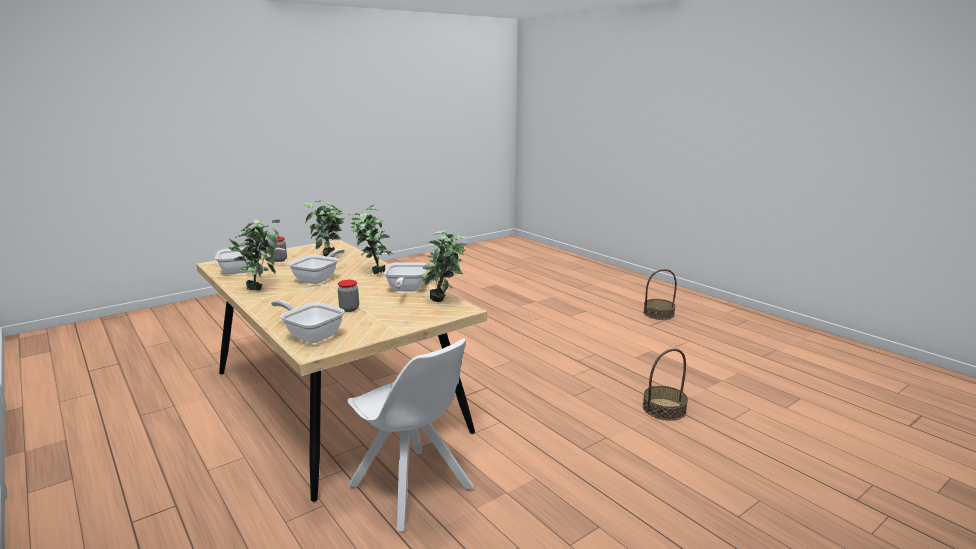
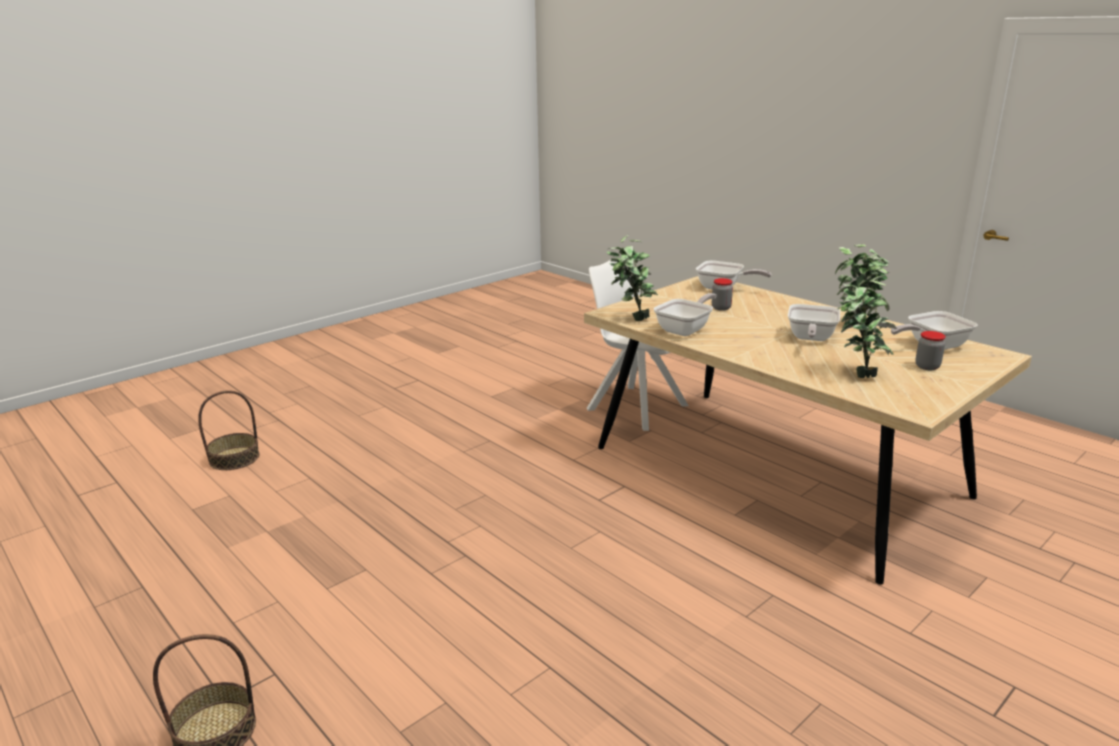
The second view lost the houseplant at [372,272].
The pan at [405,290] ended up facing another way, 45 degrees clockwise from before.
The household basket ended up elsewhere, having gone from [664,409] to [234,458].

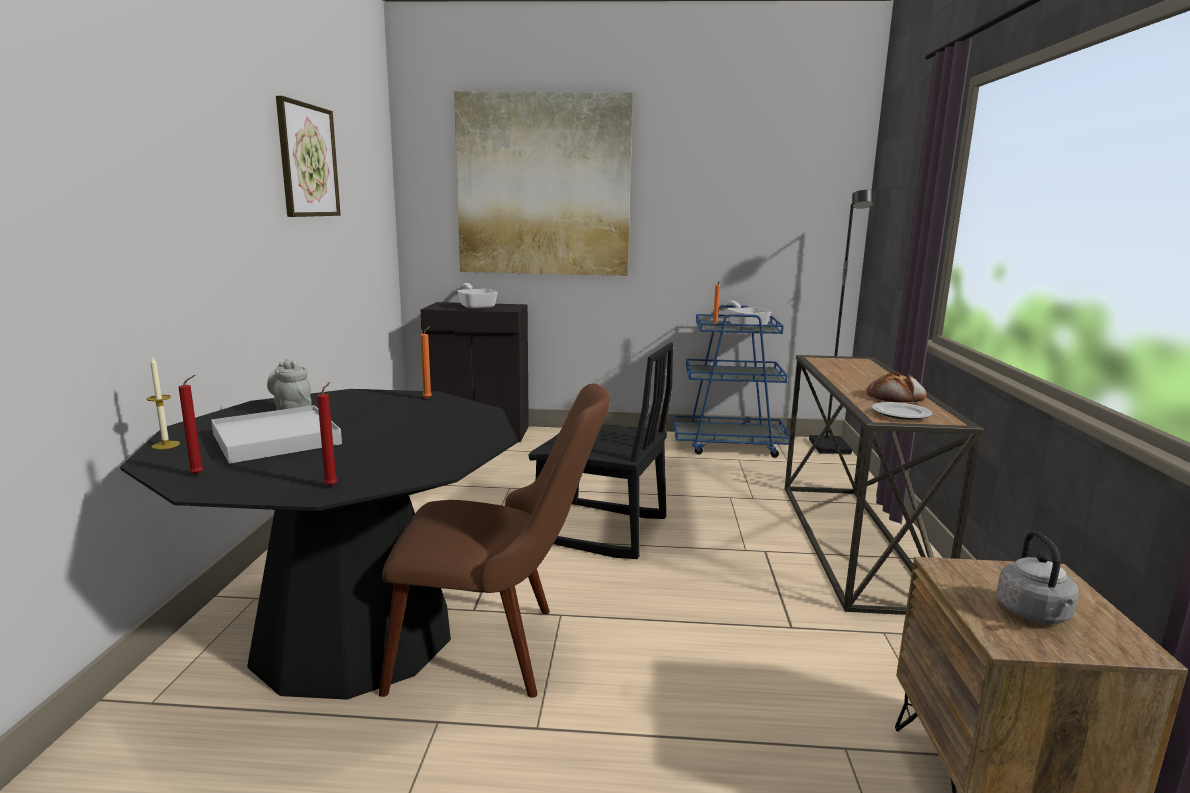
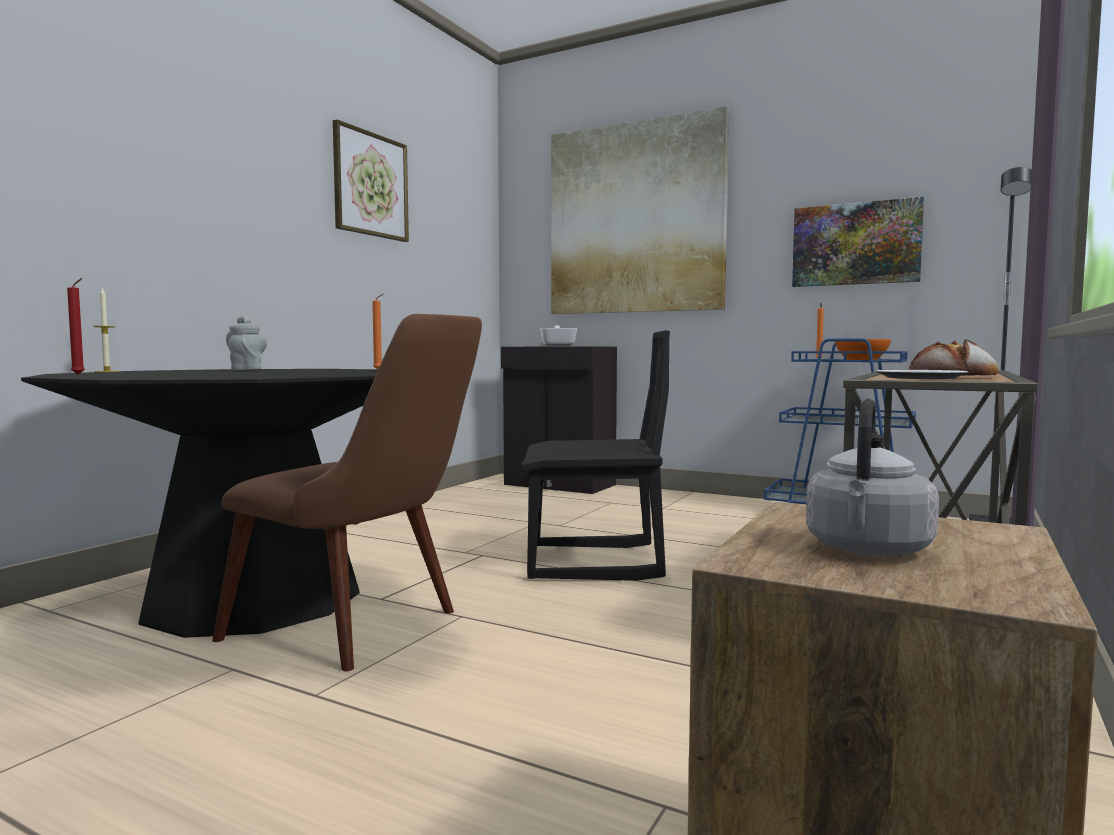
Where the pan stood at [745,326], the orange-coloured deep dish came to stand at [862,359].
The black upright chair at [601,531] ended up facing another way, 45 degrees counterclockwise from before.
The second view lost the reddish candle at [332,485].
The second view lost the white tray at [276,439].
The second view gained the wall art at [855,244].

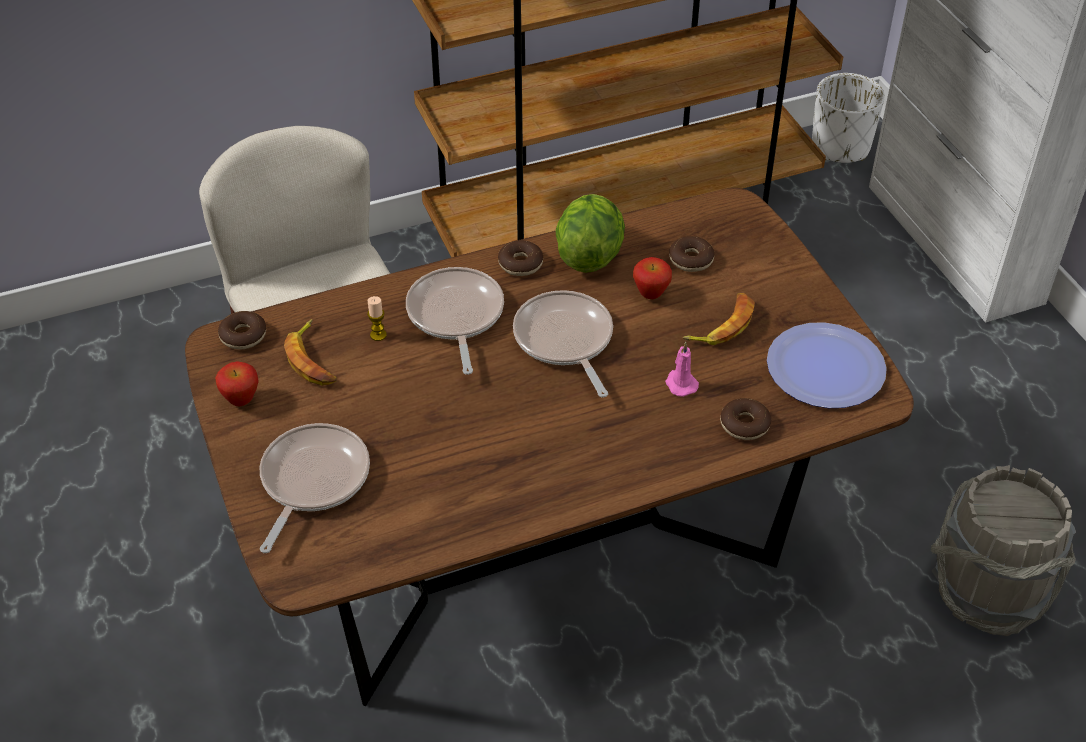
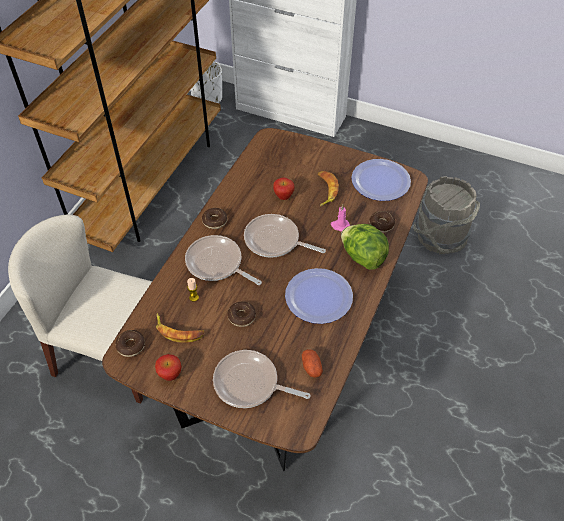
The lettuce head ended up elsewhere, having gone from [589,255] to [362,257].
The donut ended up elsewhere, having gone from [691,260] to [242,317].
The pan at [312,481] ended up facing another way, 45 degrees counterclockwise from before.
The second view gained the dinner plate at [319,297].
The second view gained the whole potato at [311,367].

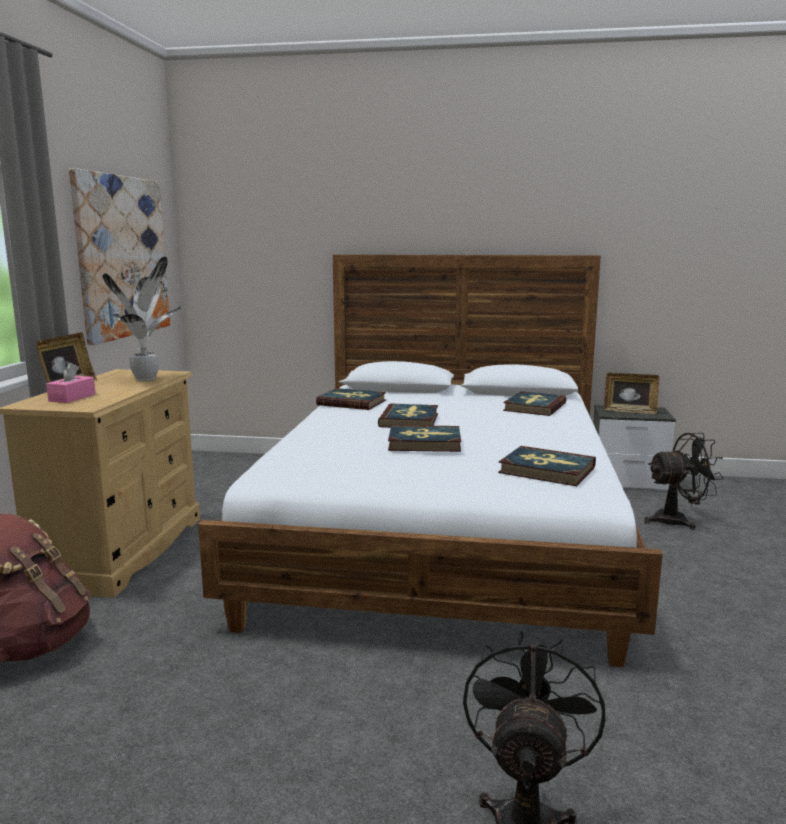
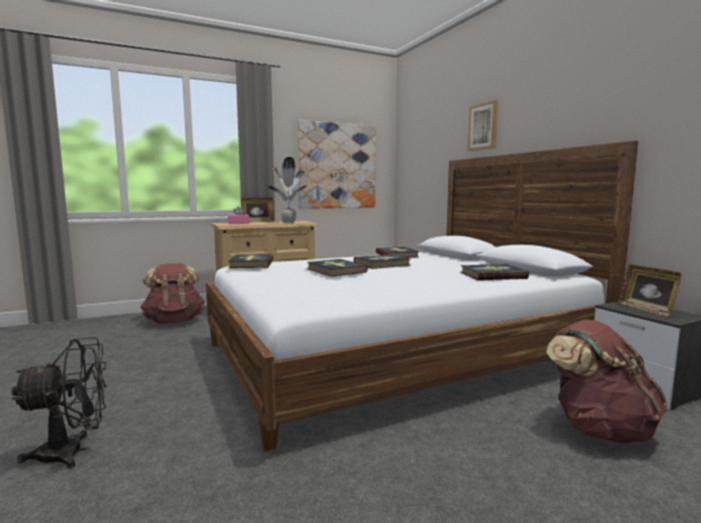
Where the black electric fan stood at [678,520], the brownish rucksack came to stand at [599,429].
The bound book ended up elsewhere, having gone from [546,470] to [251,264].
The second view gained the wall art at [483,126].

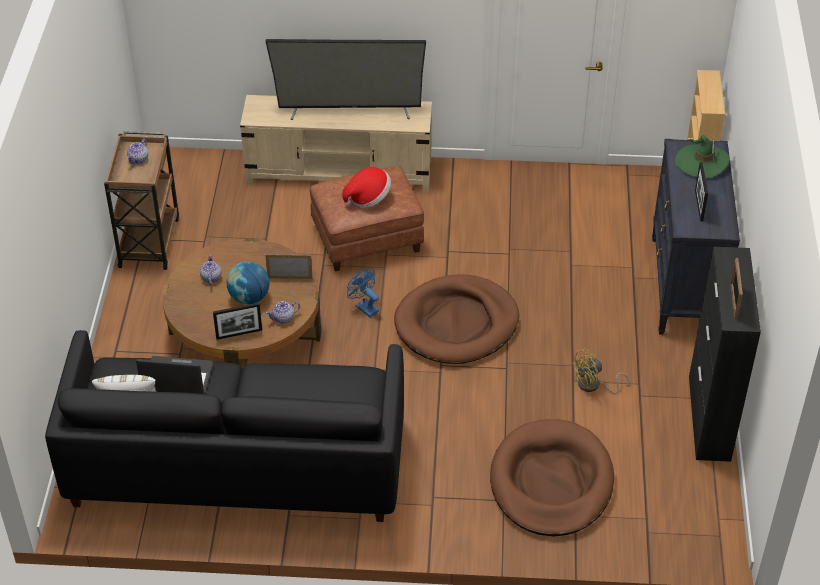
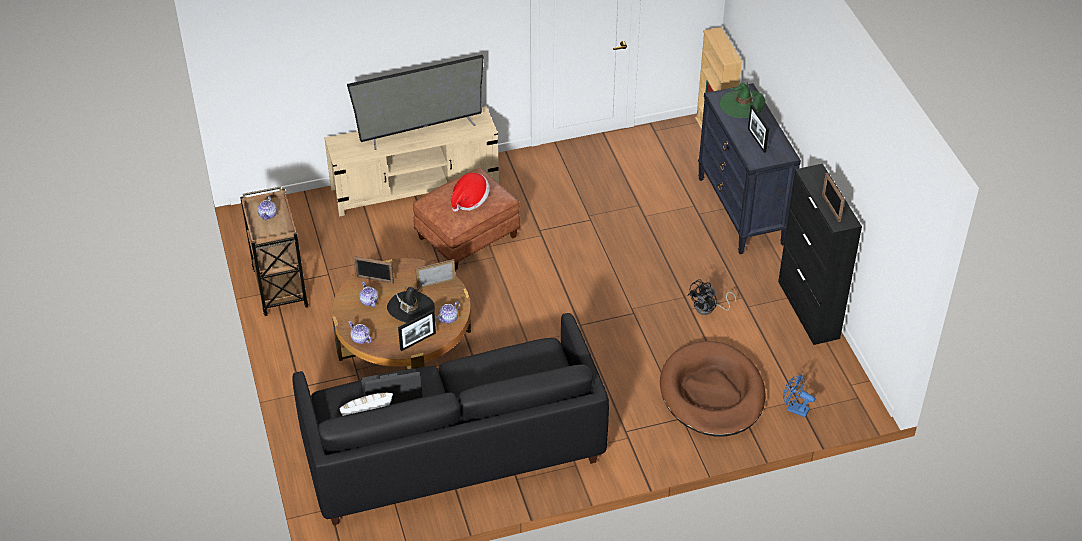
Where the world globe stood at [249,297], the black wearable hat came to stand at [411,309].
The blue-coloured electric fan ended up elsewhere, having gone from [364,307] to [794,409].
The second view lost the brownish dog cushion at [456,323].
What was the yellowish electric fan at [593,386] turned into the black electric fan at [708,309].
The second view gained the photo frame at [374,280].
The second view gained the teapot at [360,339].

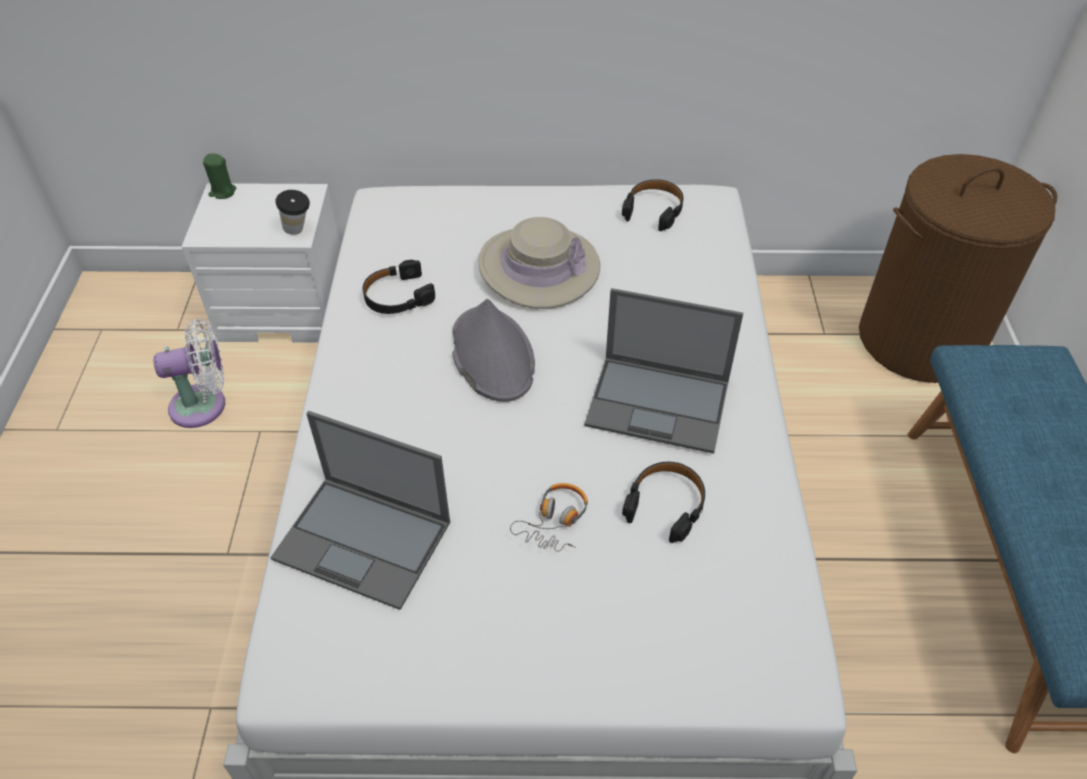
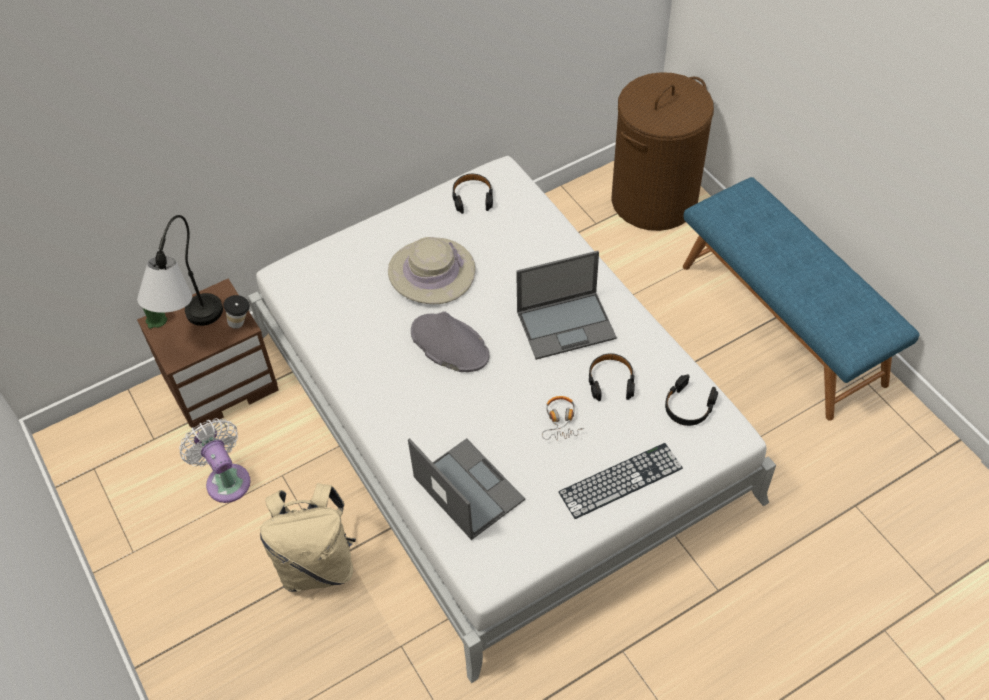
What was the white night table at [286,308] turned into the brownish night table at [222,383].
The black pair of headphones ended up elsewhere, having gone from [397,296] to [688,406].
The white electric fan at [204,405] ended up facing another way, 75 degrees counterclockwise from before.
The portable computer at [365,541] ended up facing another way, 120 degrees counterclockwise from before.
The second view gained the table lamp at [191,330].
The second view gained the keyboard at [620,480].
The second view gained the beige rucksack at [317,564].

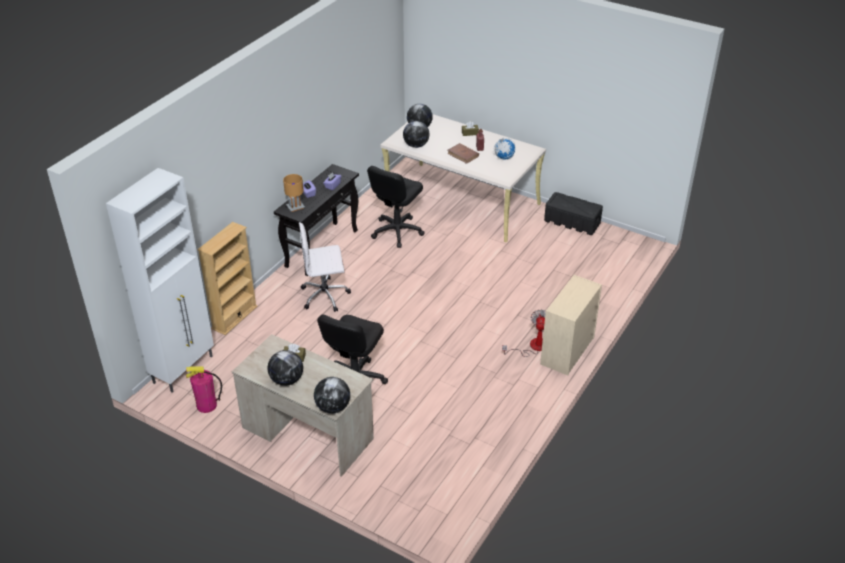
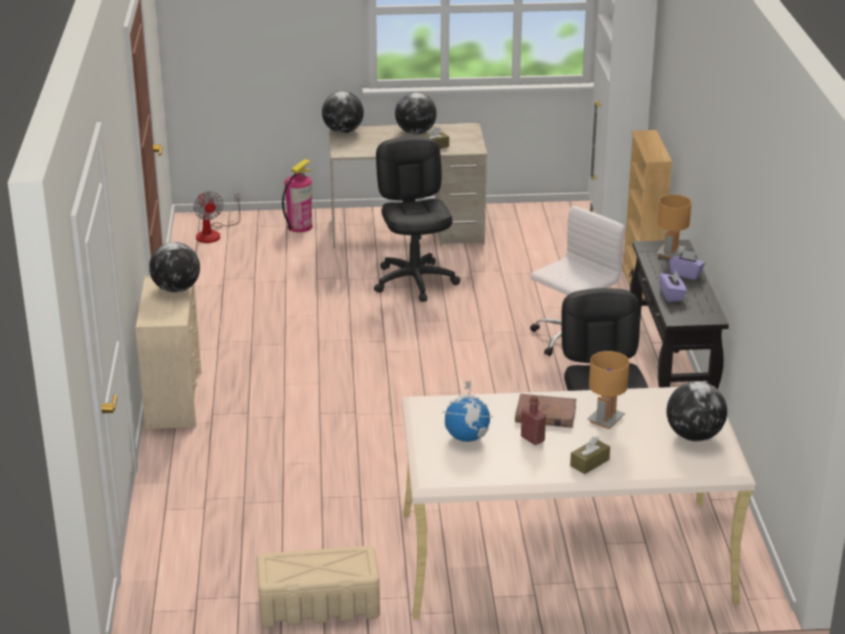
The world globe ended up elsewhere, having gone from [416,145] to [176,289].
What was the black storage box at [571,222] turned into the beige storage box at [319,605].
The electric fan ended up elsewhere, having gone from [532,347] to [213,233].
The fire extinguisher ended up elsewhere, having gone from [206,405] to [299,226].
The second view gained the brownish table lamp at [605,419].

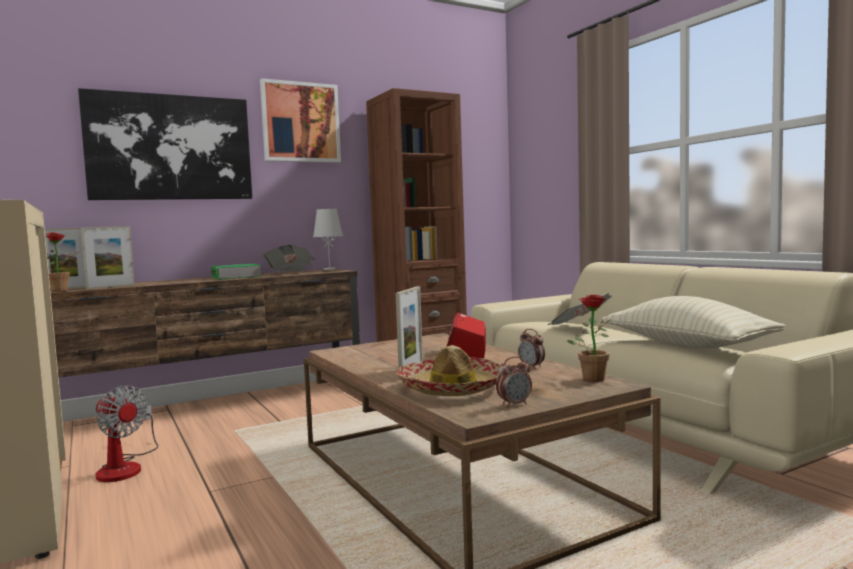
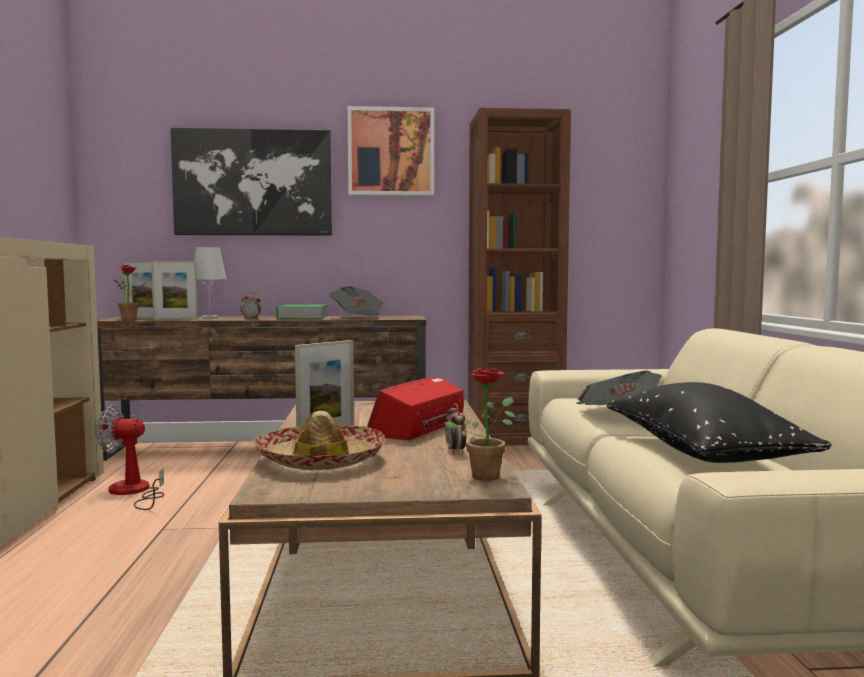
The white table lamp ended up elsewhere, having gone from [329,269] to [209,317].
What was the beige pillow at [687,345] turned into the black pillow at [702,454].
The table clock ended up elsewhere, having gone from [514,404] to [251,319].
The electric fan at [125,467] ended up facing another way, 120 degrees clockwise from before.

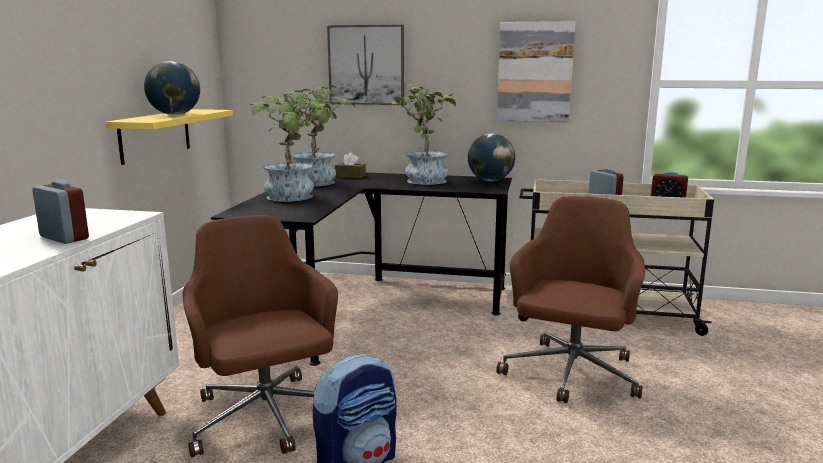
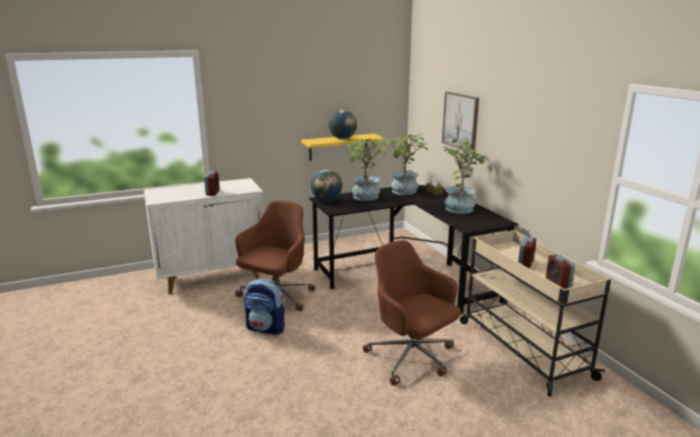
The second view lost the wall art at [535,72].
The world globe ended up elsewhere, having gone from [490,180] to [326,200].
The brownish desk chair at [571,374] ended up facing another way, 120 degrees counterclockwise from before.

